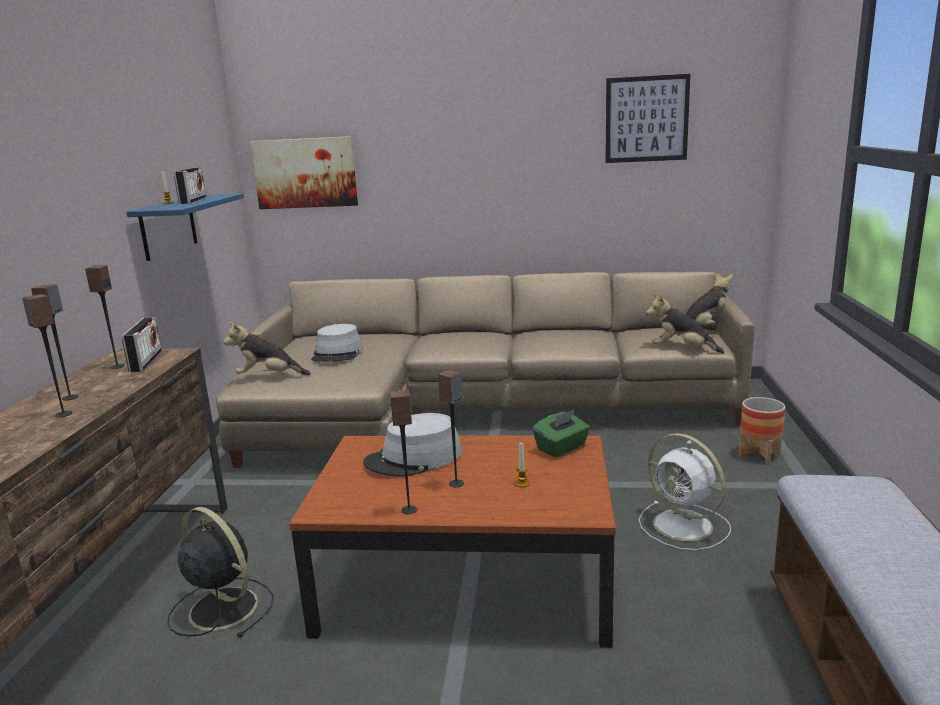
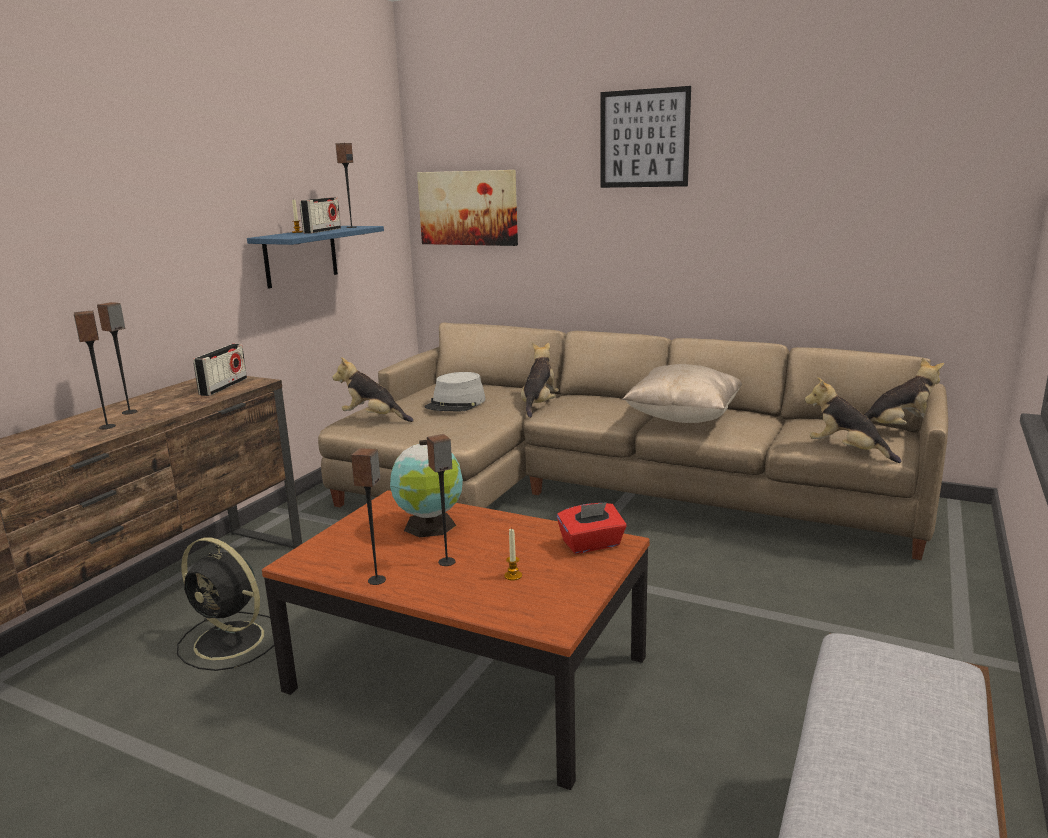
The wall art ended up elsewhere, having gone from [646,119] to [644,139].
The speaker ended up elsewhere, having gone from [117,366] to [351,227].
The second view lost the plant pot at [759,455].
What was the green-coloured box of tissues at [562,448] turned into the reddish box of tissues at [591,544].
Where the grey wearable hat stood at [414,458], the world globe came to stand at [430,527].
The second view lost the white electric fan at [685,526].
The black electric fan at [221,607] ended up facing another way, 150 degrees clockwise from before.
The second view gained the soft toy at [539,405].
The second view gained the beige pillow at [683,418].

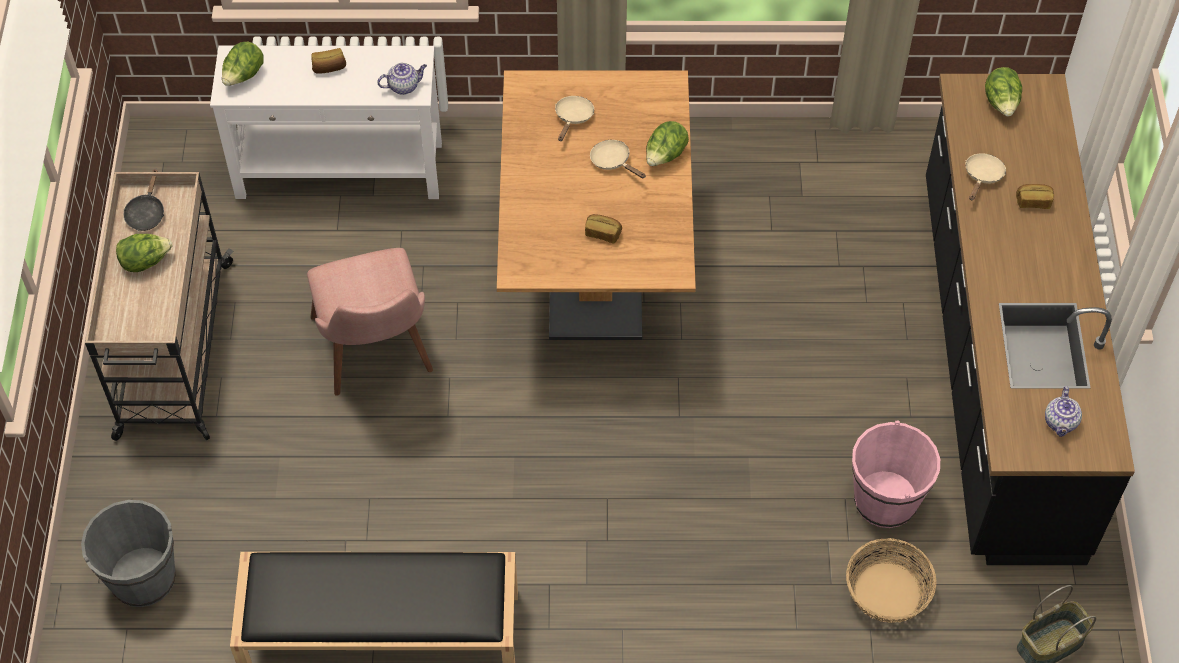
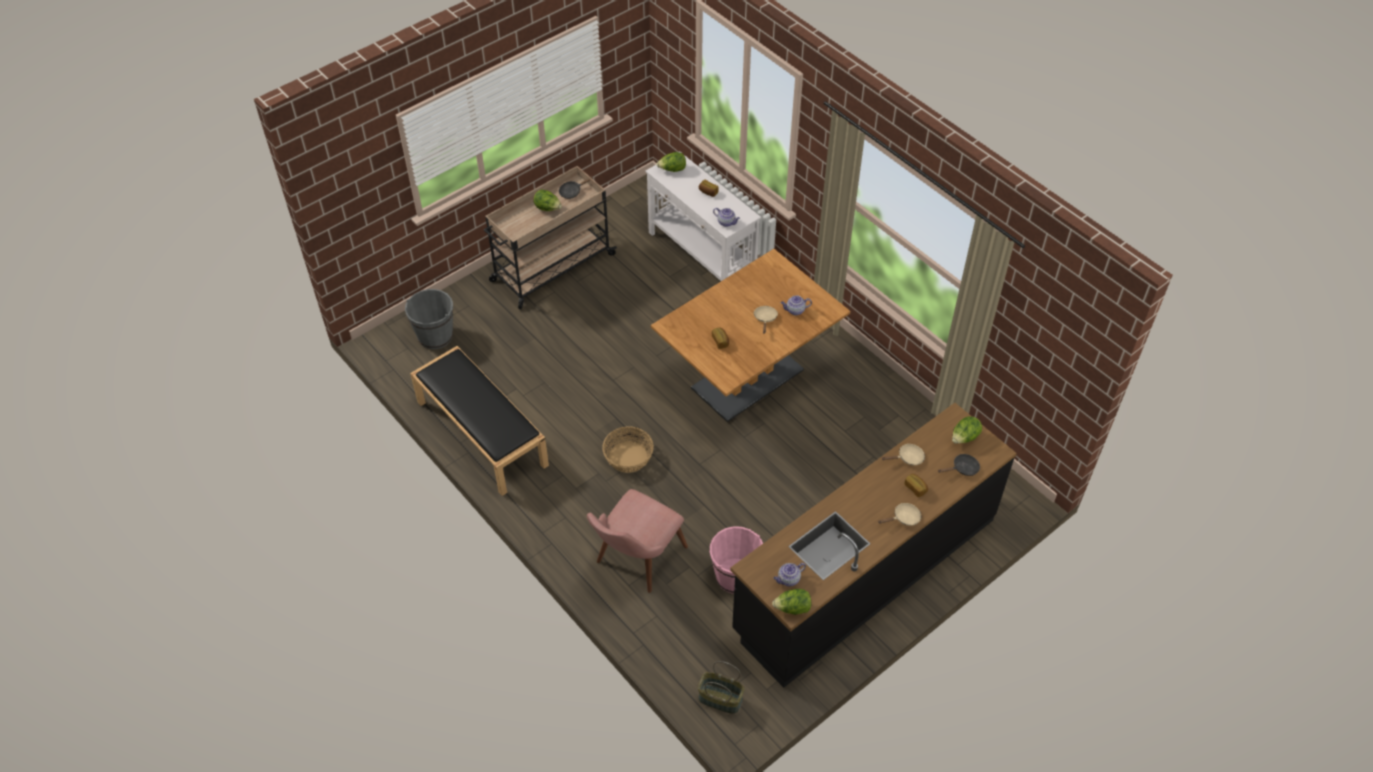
The beige pan ended up elsewhere, having gone from [573,118] to [904,518].
The lettuce head ended up elsewhere, having gone from [665,156] to [792,608].
The pinkish upright chair ended up elsewhere, having gone from [377,357] to [635,562].
The household basket ended up elsewhere, having gone from [887,593] to [628,457].
The second view gained the teapot at [795,310].
The second view gained the black pan at [962,468].

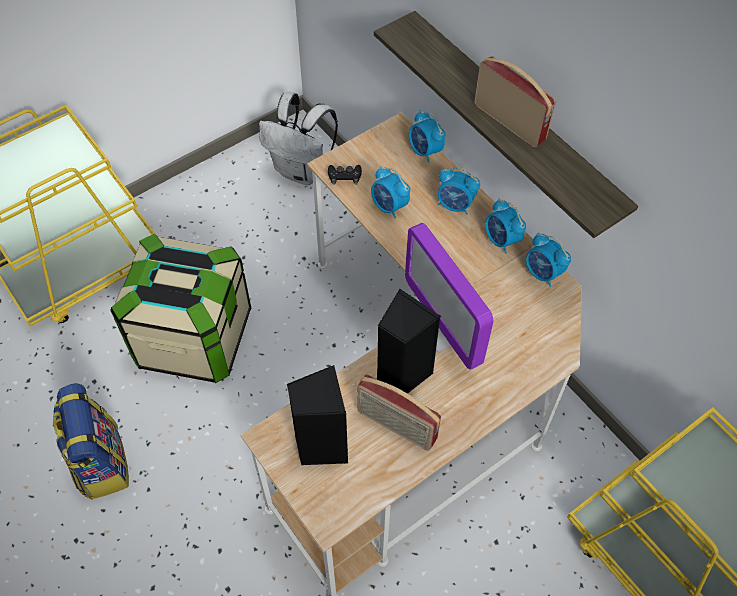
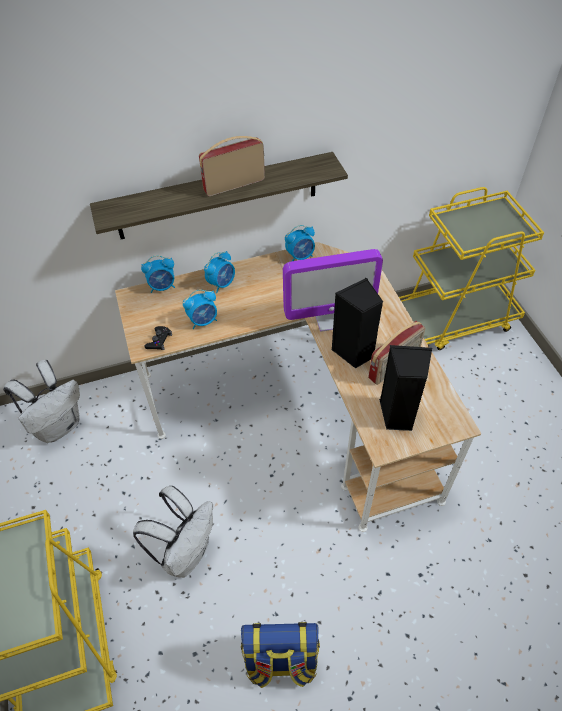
The second view lost the table clock at [501,240].
Where the storage box stood at [194,337], the white rucksack came to stand at [186,552].

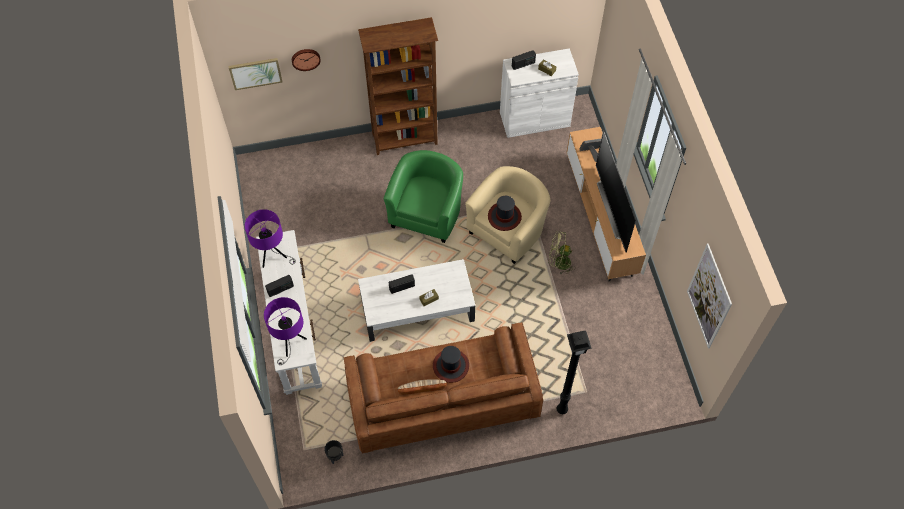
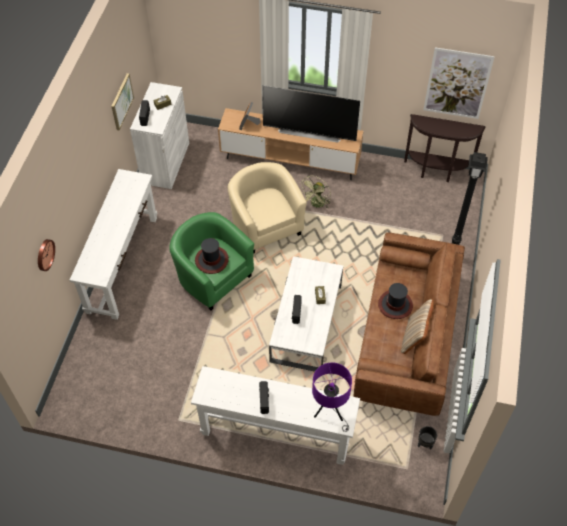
Where the brownish shelving unit stood at [405,140], the white hall table came to stand at [122,263].
The wall art ended up elsewhere, having gone from [255,73] to [121,101].
The wearable hat ended up elsewhere, having gone from [504,217] to [211,260].
The second view lost the purplish table lamp at [273,257].
The second view gained the brownish hall table at [436,172].

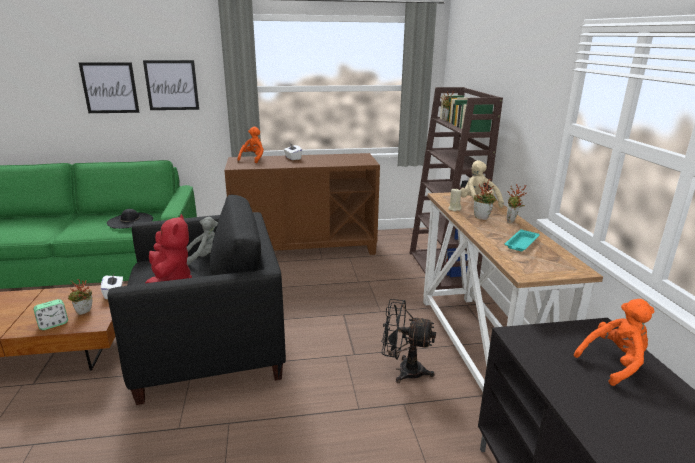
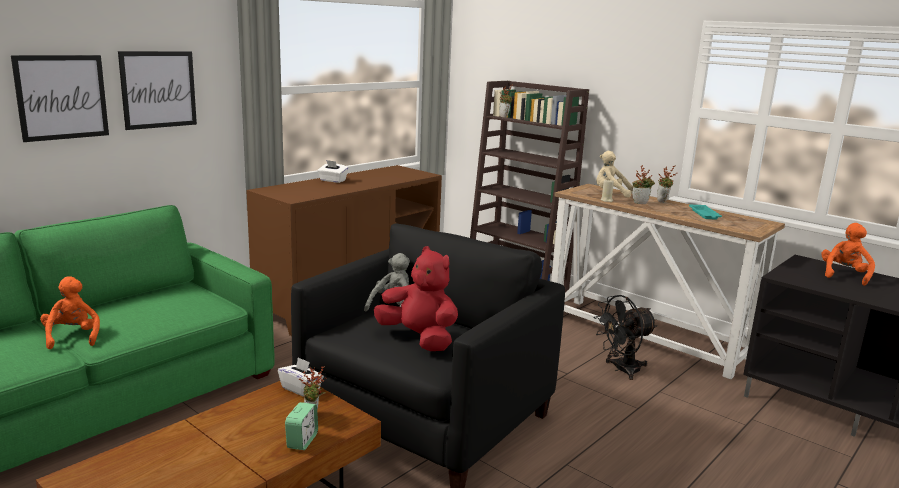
The orange-coloured soft toy ended up elsewhere, having gone from [253,159] to [73,337].
The second view lost the black wearable hat at [130,220].

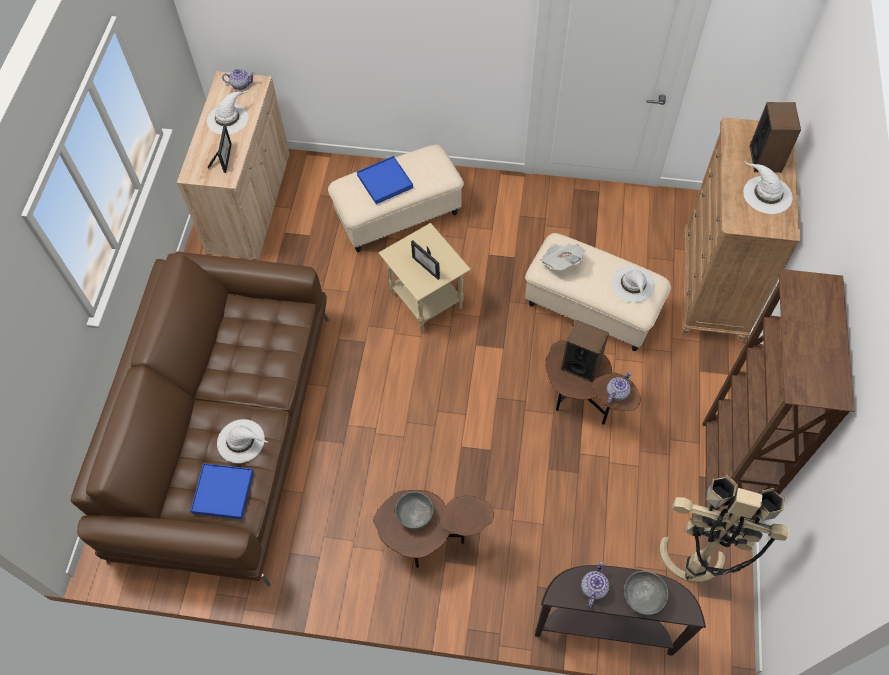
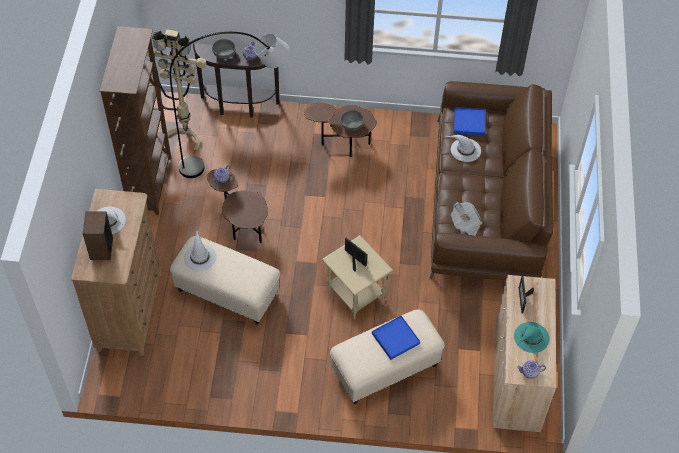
What was the white wearable hat at [228,118] turned into the turquoise-coloured wearable hat at [531,337].
The daily paper ended up elsewhere, having gone from [561,262] to [465,224].
The second view lost the speaker at [580,365].
The second view gained the grey standing lamp at [239,157].

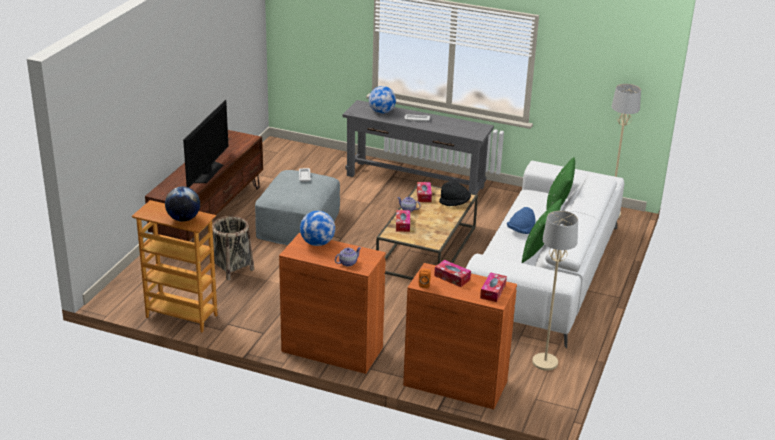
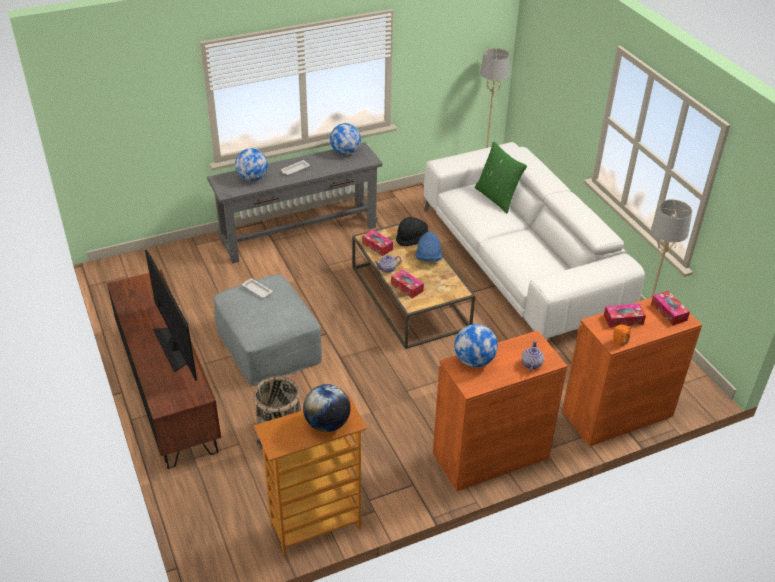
The second view lost the green-coloured pillow at [539,252].
The blue-coloured wearable hat ended up elsewhere, having gone from [521,231] to [428,258].
The second view gained the world globe at [345,152].

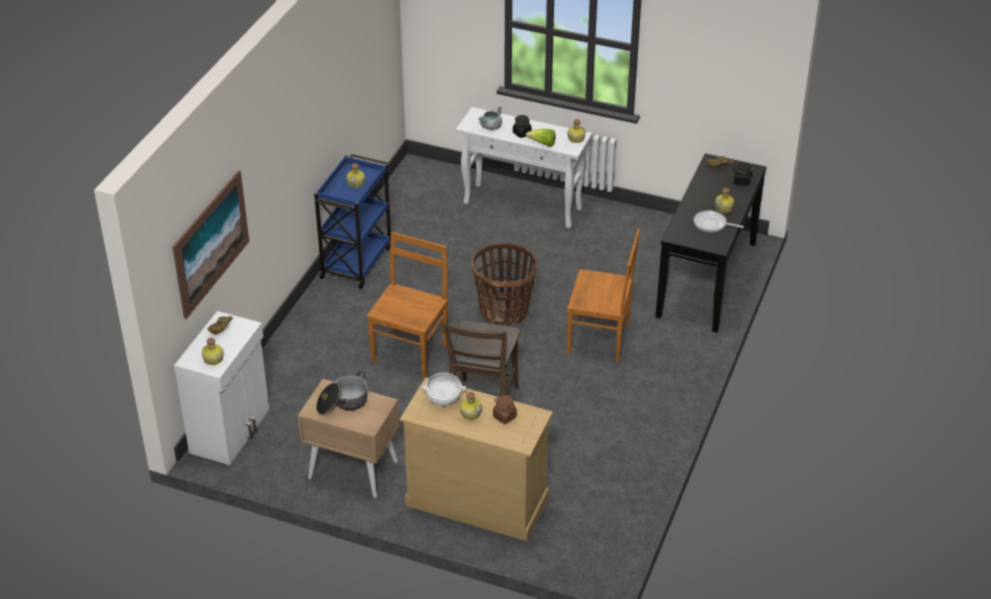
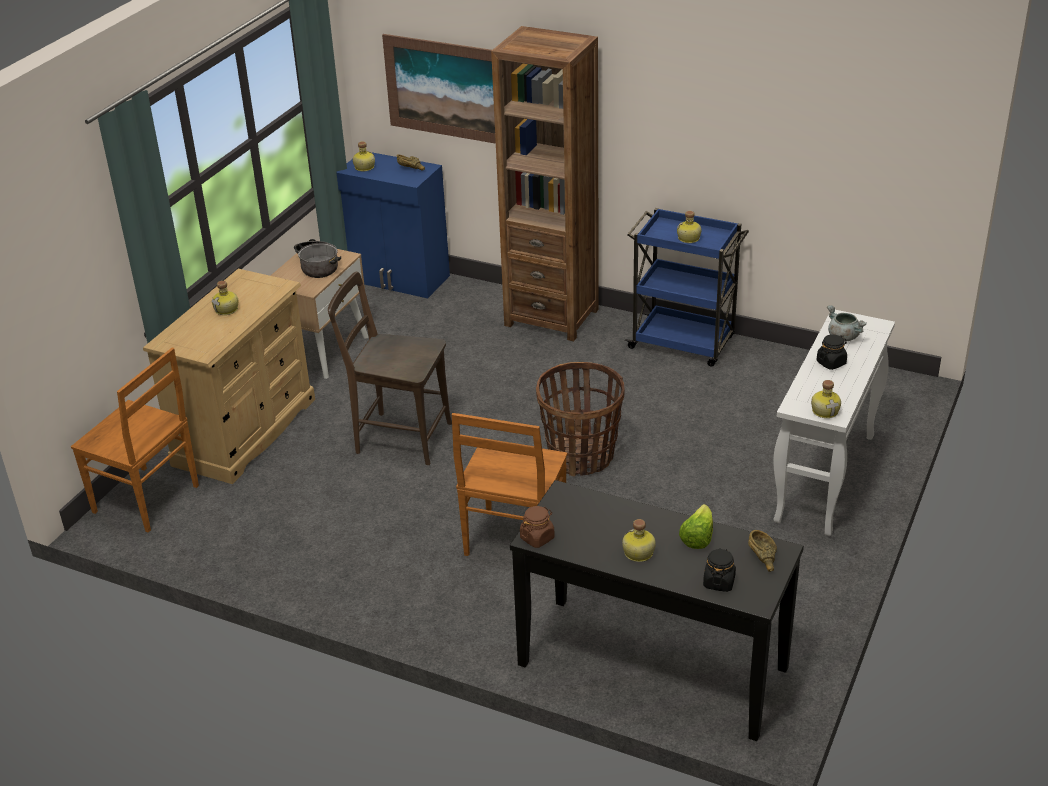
The lettuce head ended up elsewhere, having gone from [542,144] to [697,538].
The second view lost the pan at [712,224].
The brownish upright chair ended up elsewhere, having gone from [411,352] to [148,500].
What was the white cabinet at [231,430] turned into the blue-coloured cabinet at [400,279].
The second view lost the white deep dish at [443,399].
The brownish preserve jar ended up elsewhere, having gone from [504,416] to [537,538].
The second view gained the brownish shelving unit at [551,317].

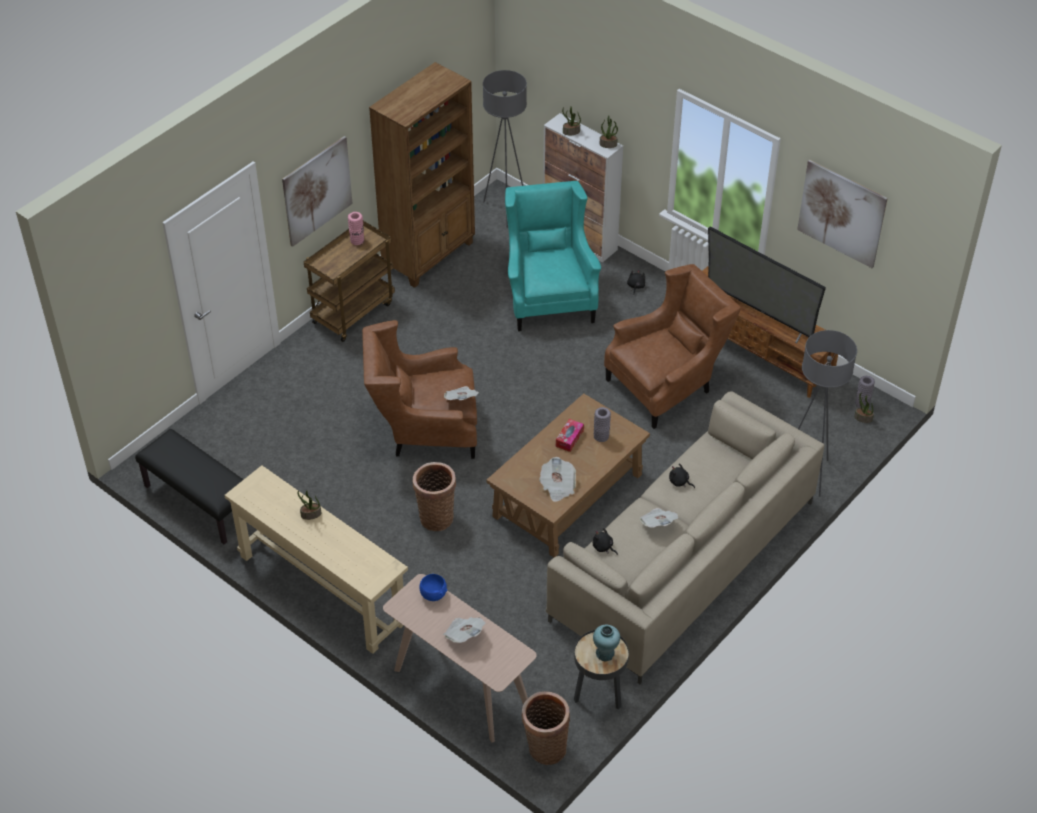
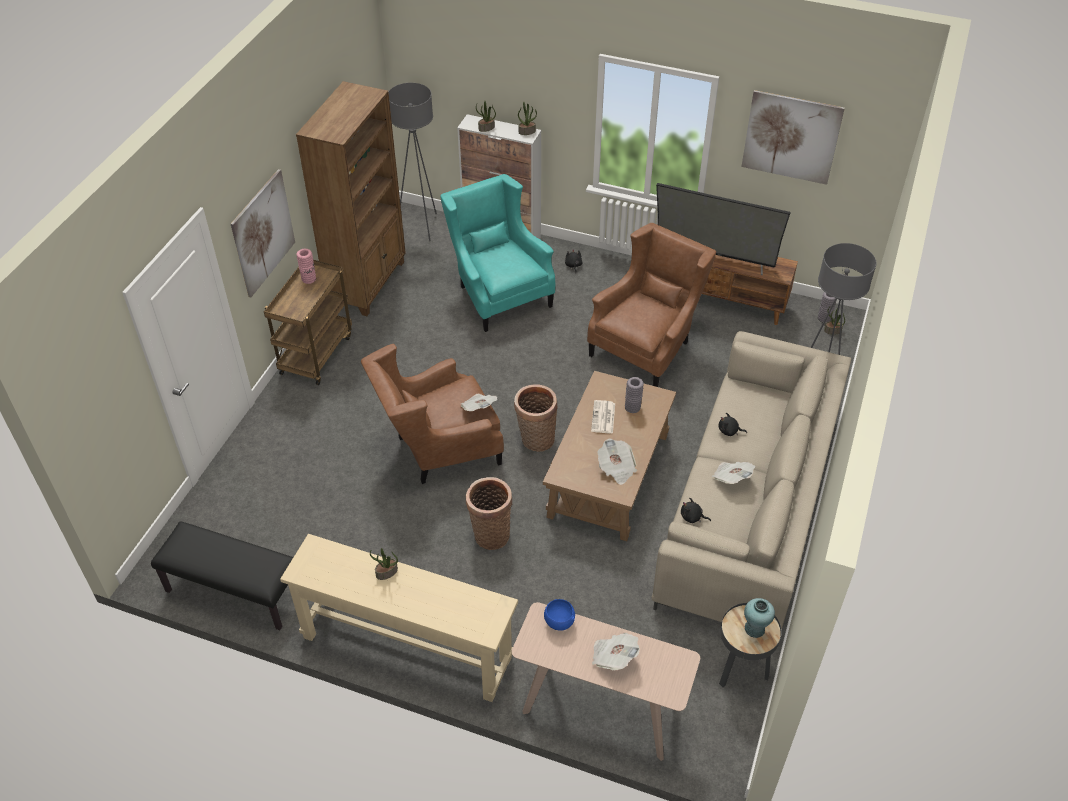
Where the box of tissues stood at [569,438], the daily paper came to stand at [603,418].
The household basket ended up elsewhere, having gone from [544,748] to [535,439].

